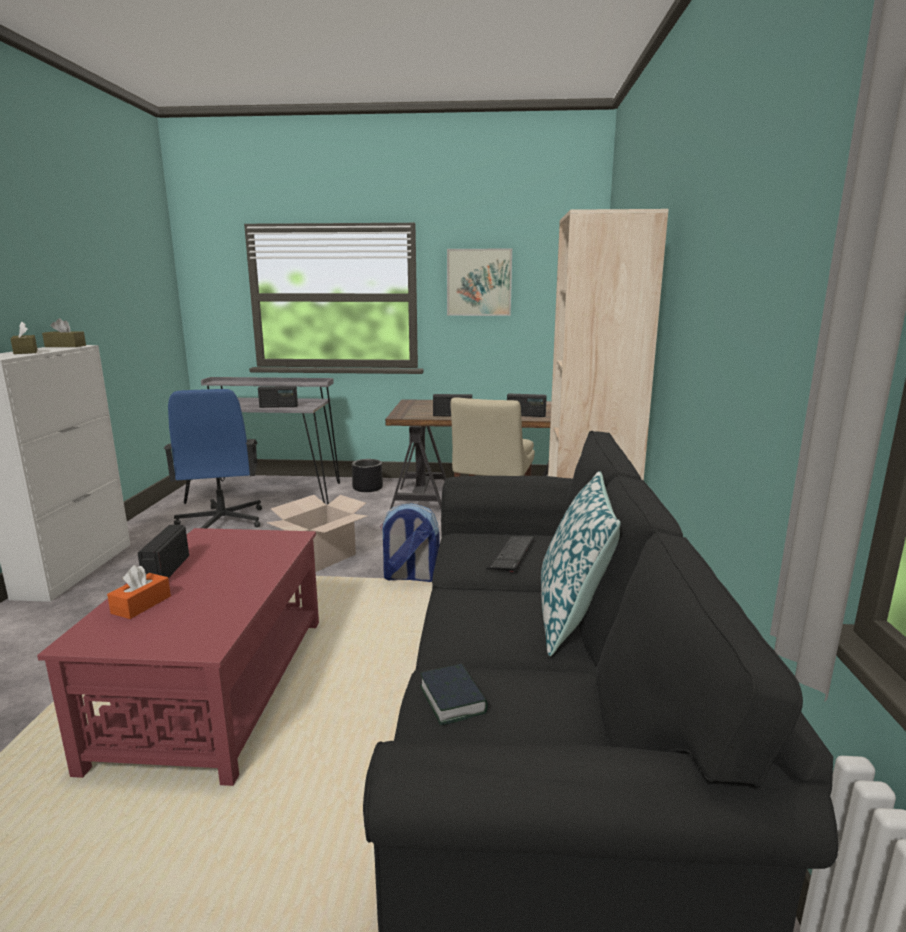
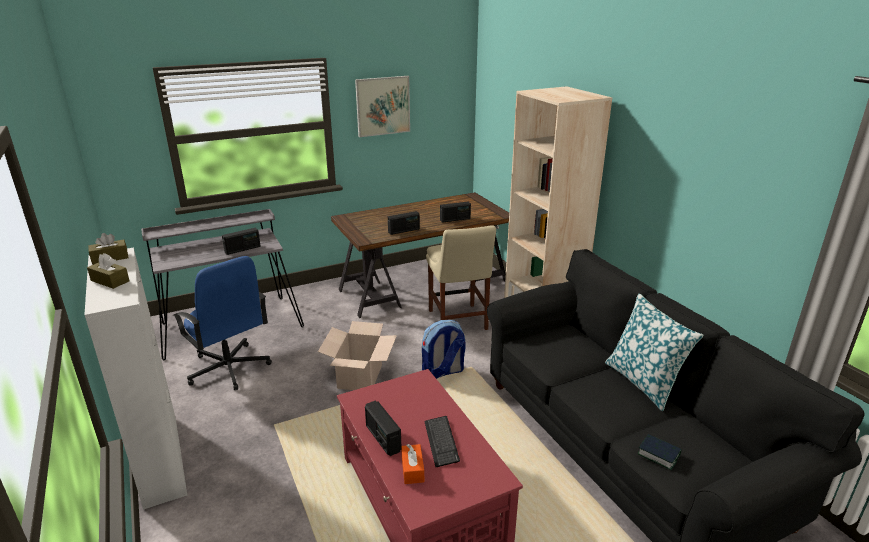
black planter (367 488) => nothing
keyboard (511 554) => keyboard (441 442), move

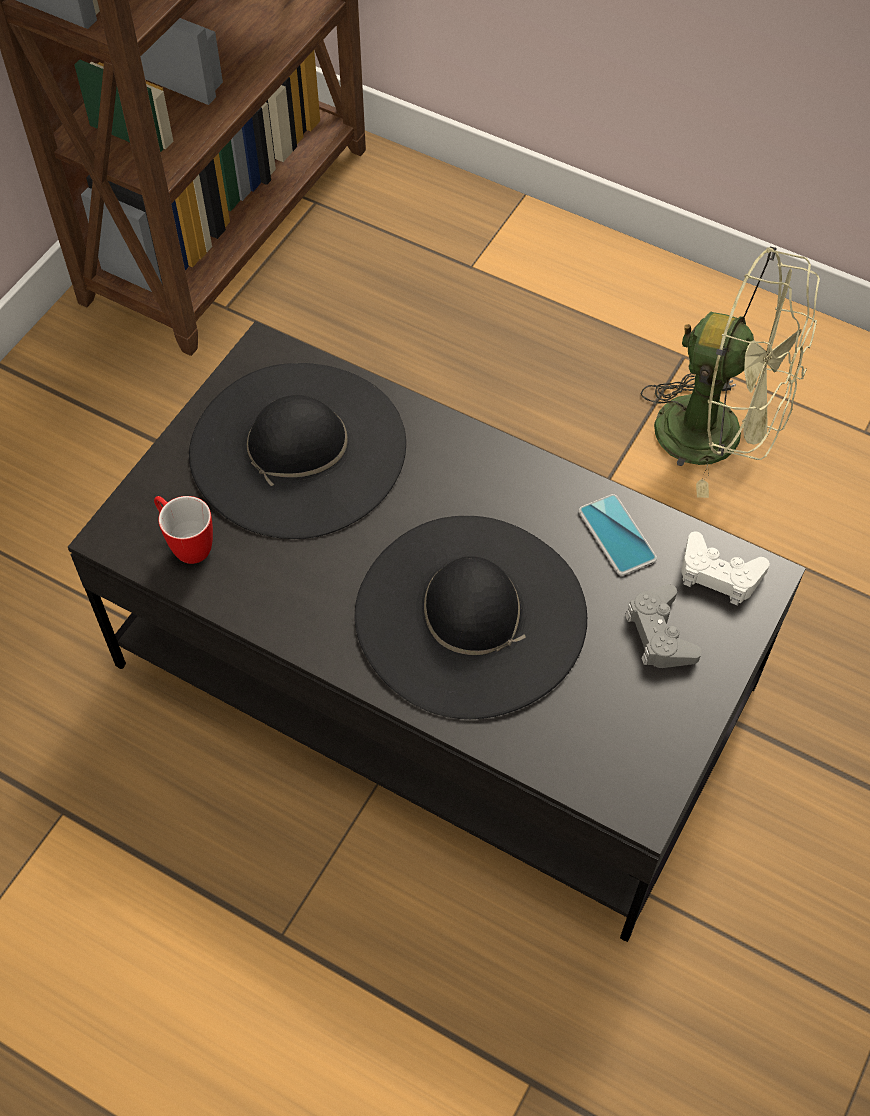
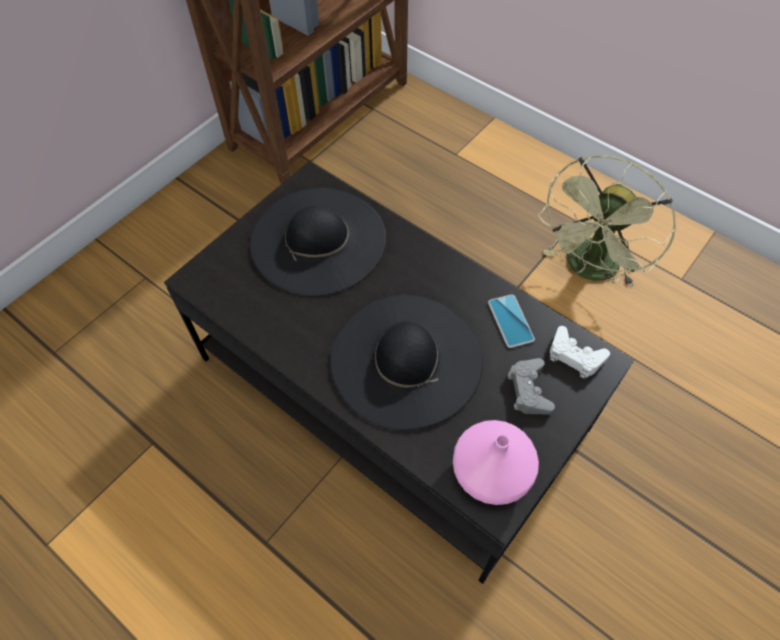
green fan (719 436) => green fan (589 270), 90 degrees clockwise
mug (186 544) => nothing
nothing => pink vase (492 473)

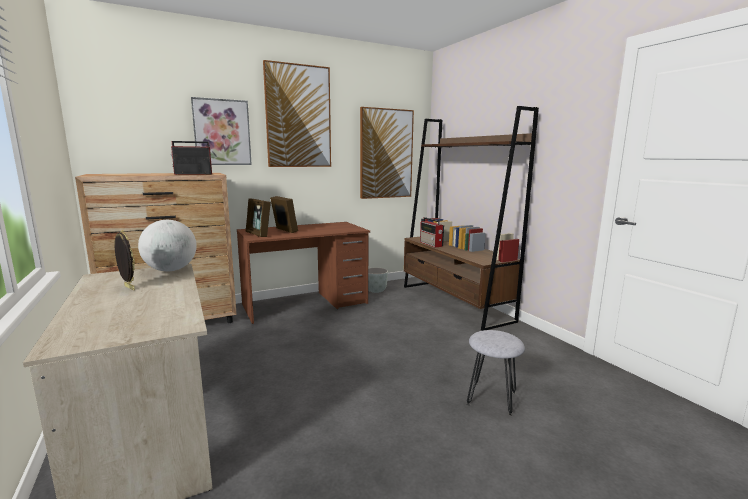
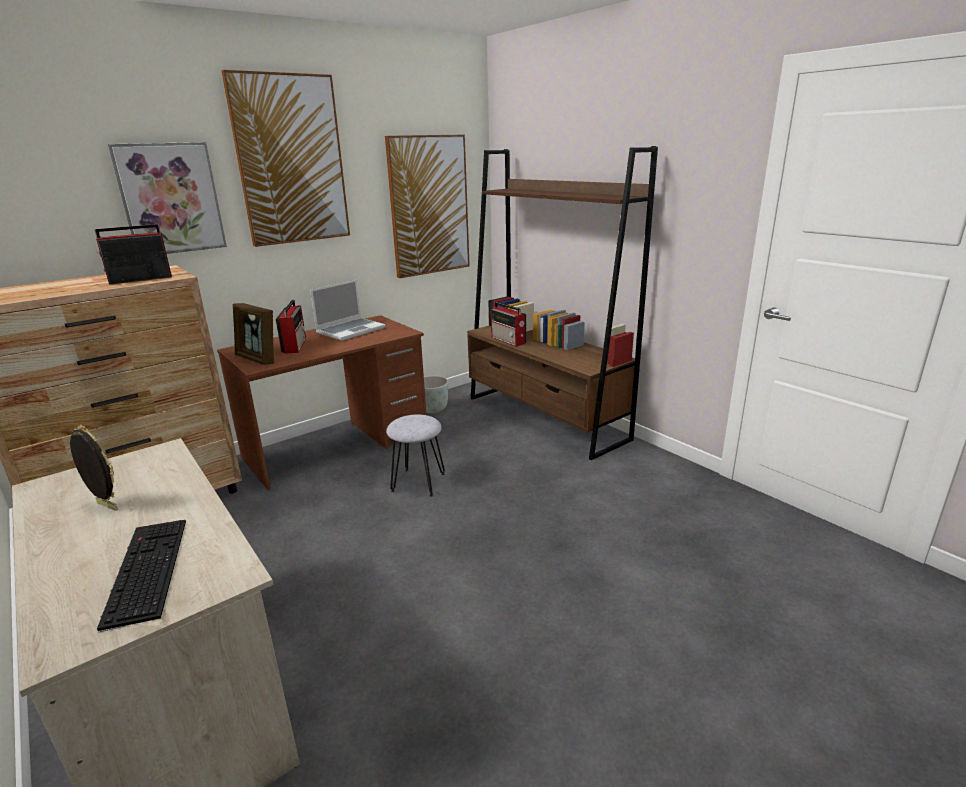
picture frame (284 230) => radio (295 345)
globe (171 270) => nothing
grey stool (491 398) => grey stool (418 482), move
nothing => laptop (351 330)
nothing => keyboard (145 569)

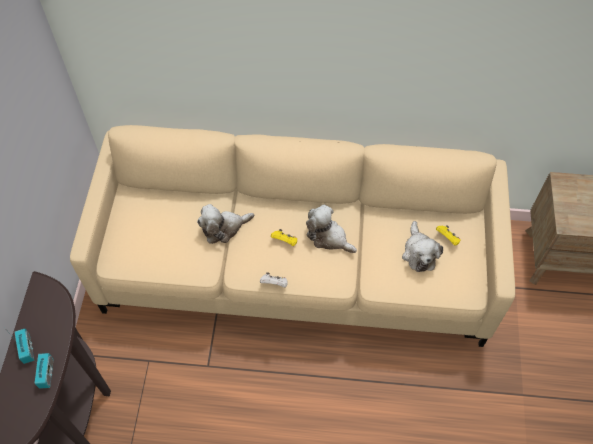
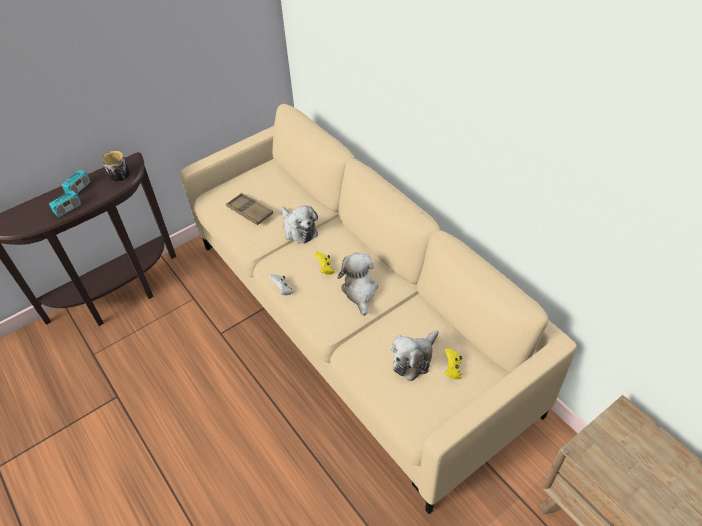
plush toy (224 228) => plush toy (299 229), 150 degrees counterclockwise
nothing => mug (120 176)
nothing => brown tray (250 211)

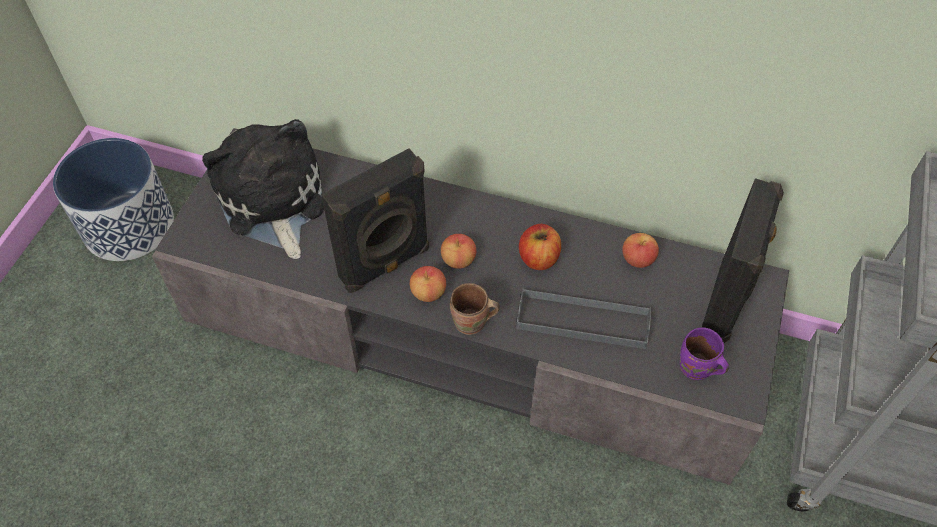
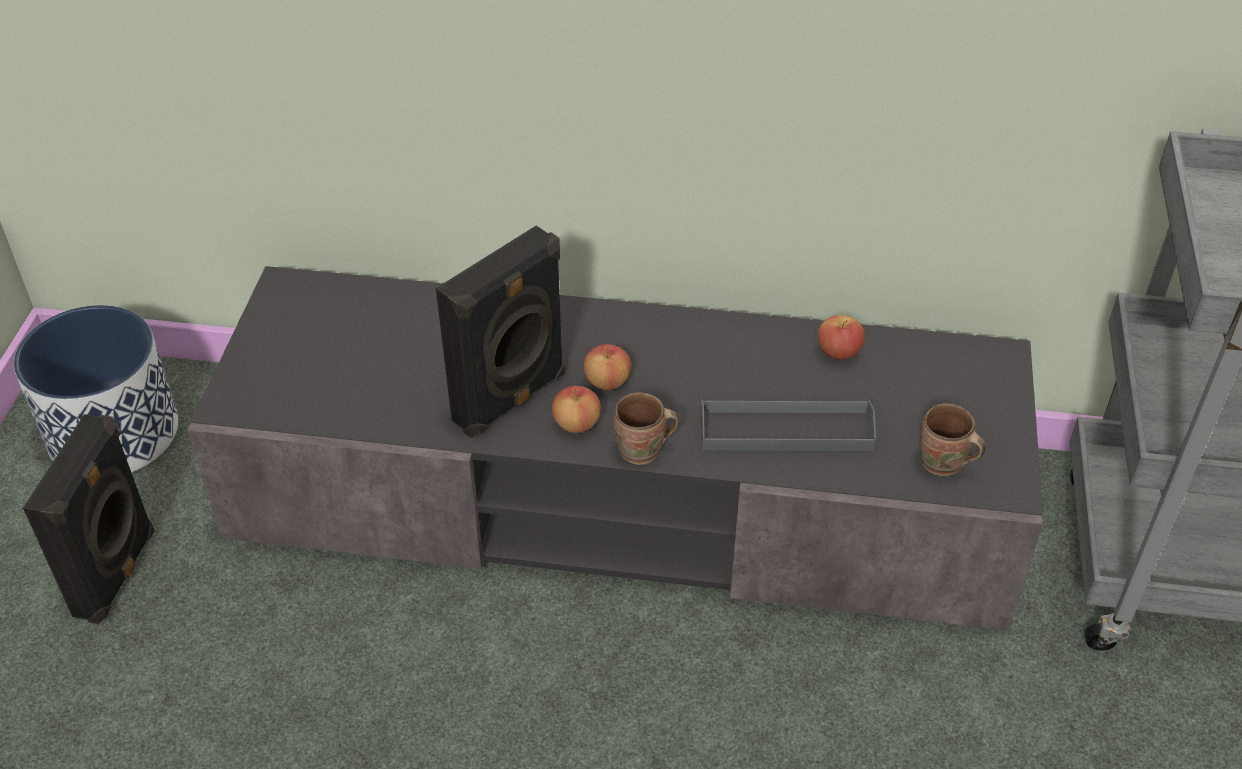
plush toy (272 202) => nothing
black speaker (725 303) => black speaker (118 573), move
apple (538 258) => nothing
purple mug (696 369) => brown mug (943 465)

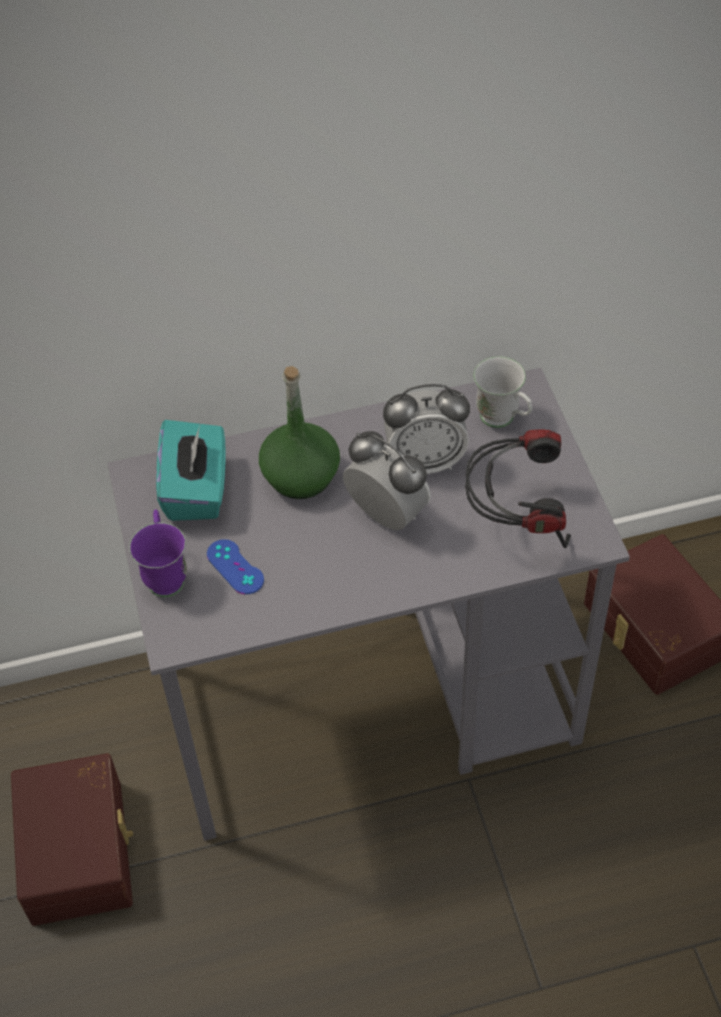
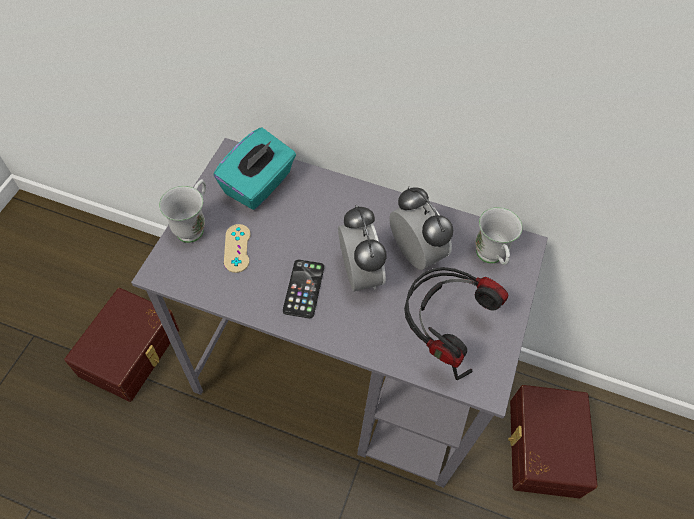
green bottle (301 476) => nothing
alarm clock (425 461) => alarm clock (415 254), 150 degrees counterclockwise
purple mug (165 574) => white mug (194 226)
blue game controller (235 567) => beige game controller (237 248)
nothing => phone (304 289)

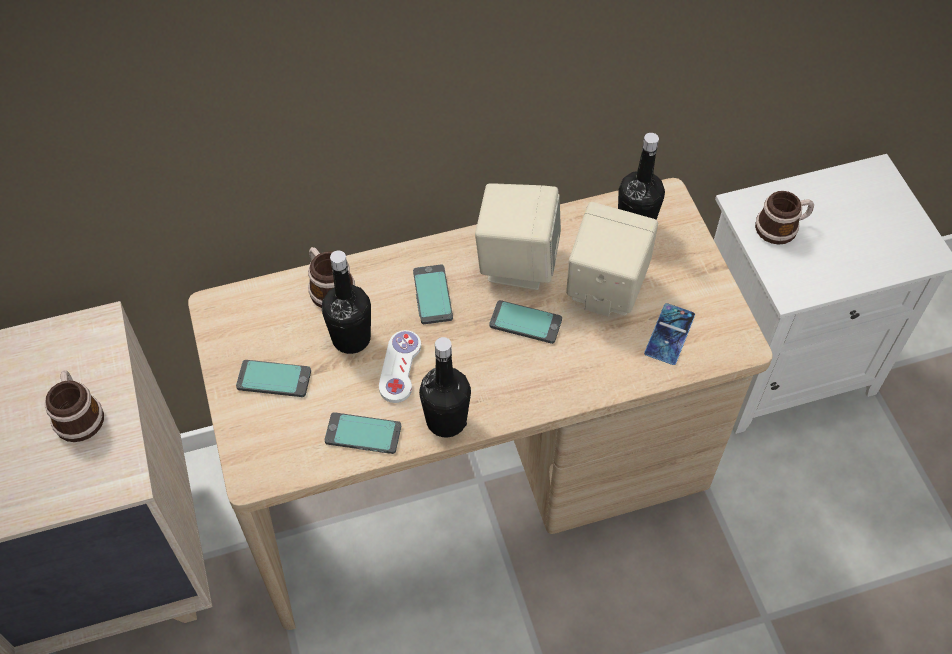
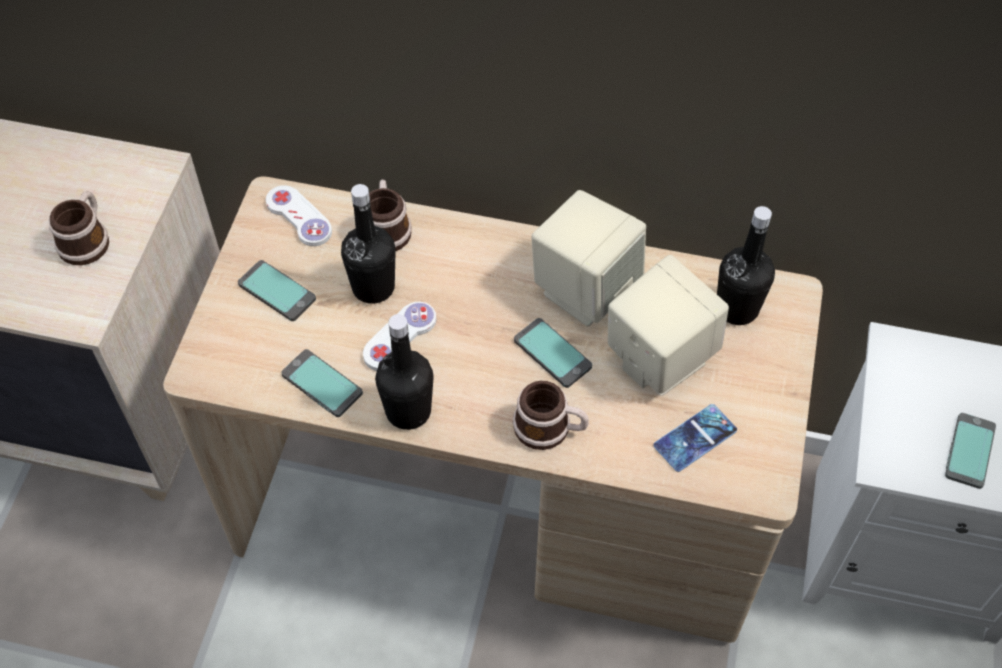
mug (781 227) => mug (550 428), move
phone (432 295) => phone (969 451), move
nothing => white game controller (299 217)

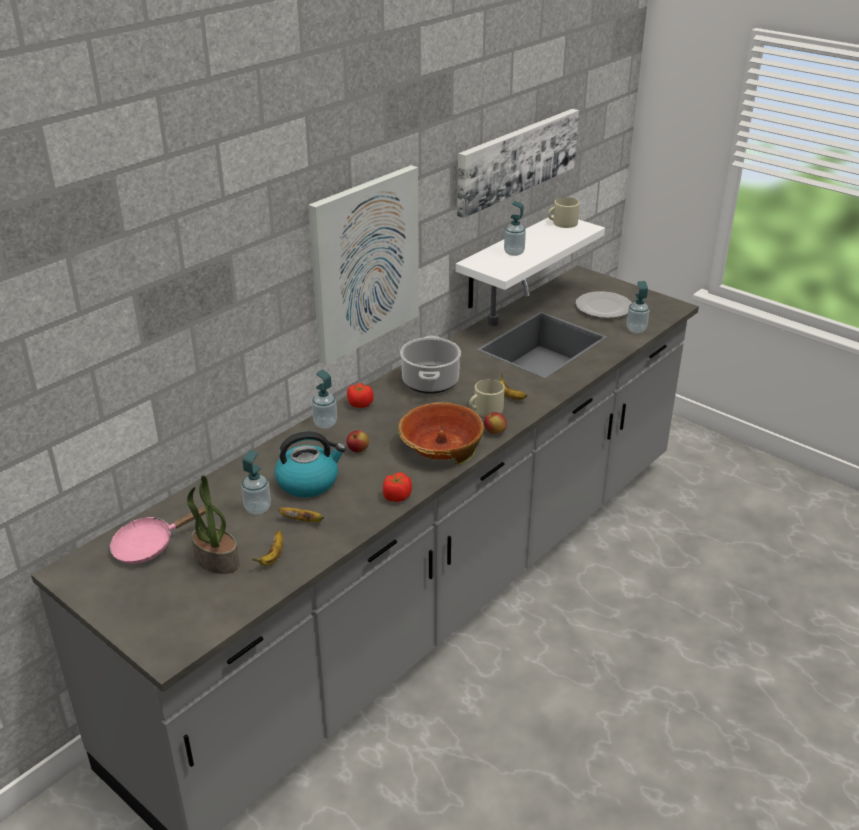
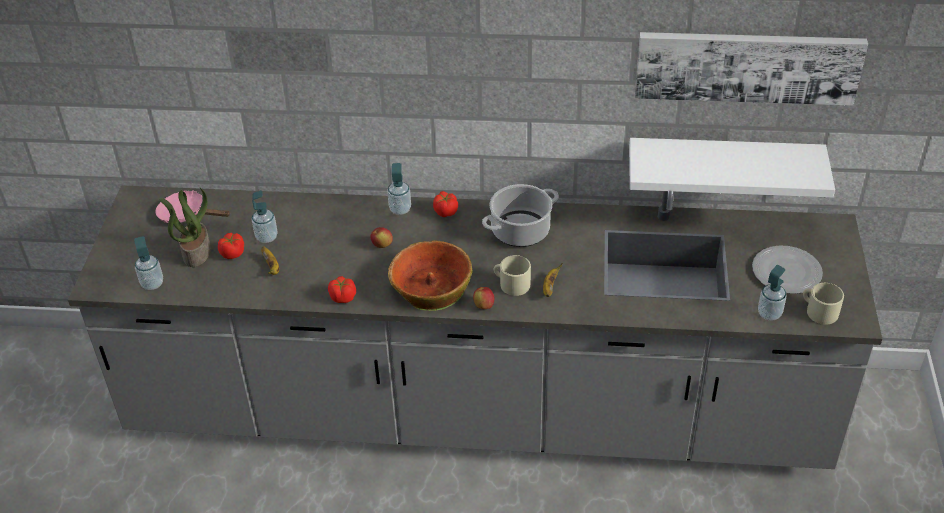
picture (364 263) => nothing
beige mug (562 223) => beige mug (818 311), move
soap dispenser (514 252) => soap dispenser (152 284), move
kettle (309 482) => nothing
banana (272 557) => nothing
nothing => tomato (233 253)

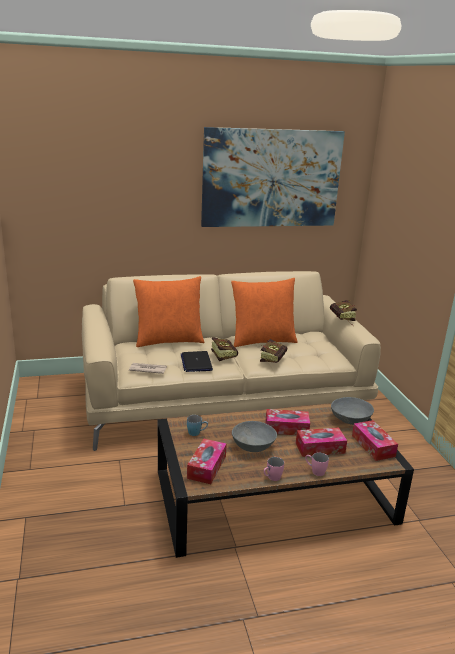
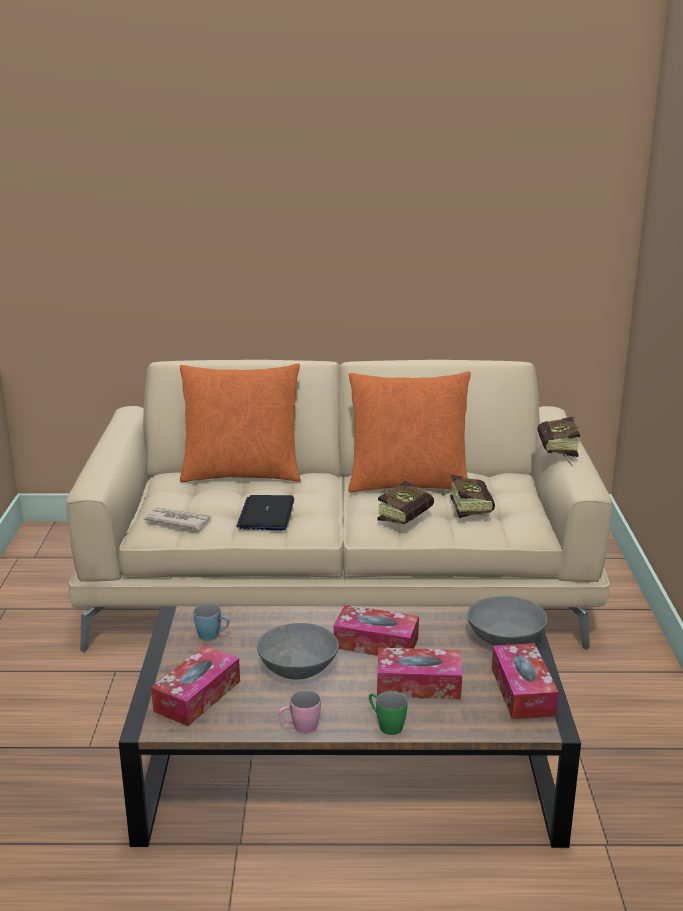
picture (271 178) => nothing
book (222 355) => book (469 508), move
pink mug (315 471) => green mug (386 725)

